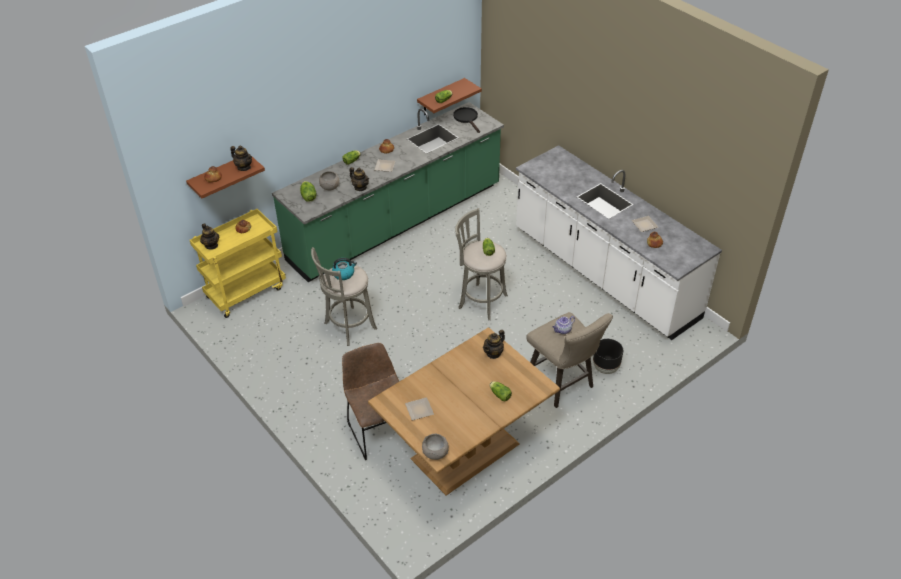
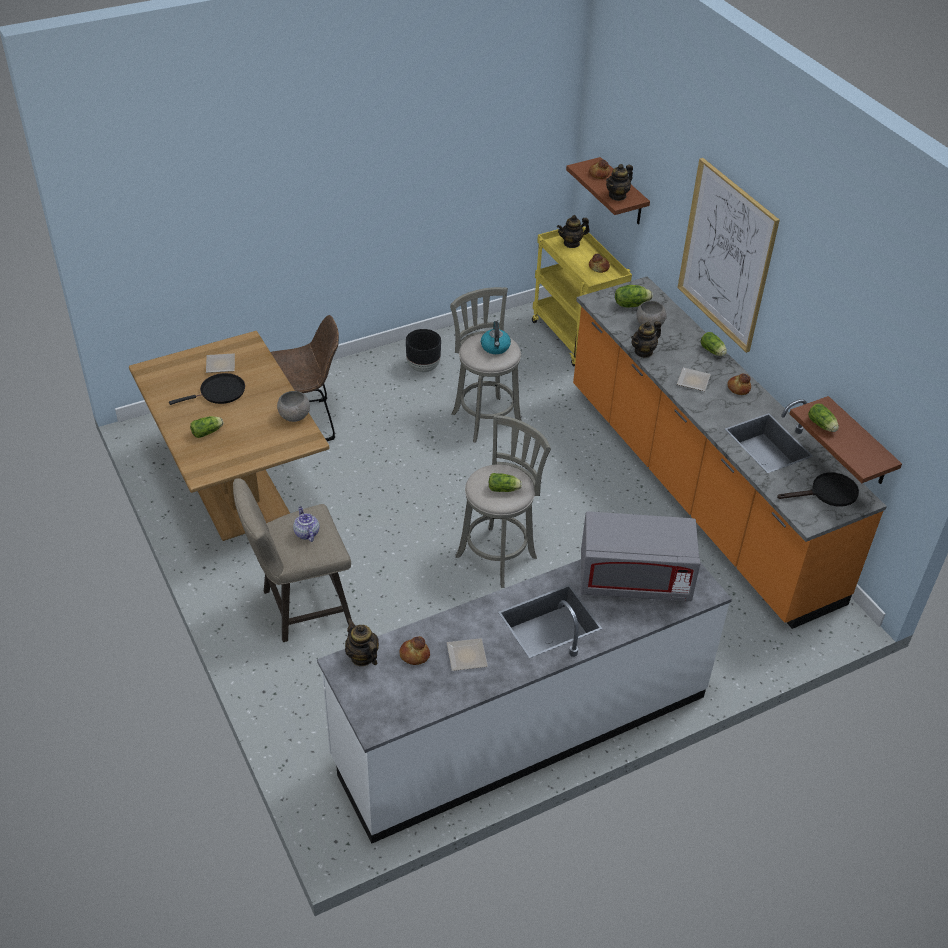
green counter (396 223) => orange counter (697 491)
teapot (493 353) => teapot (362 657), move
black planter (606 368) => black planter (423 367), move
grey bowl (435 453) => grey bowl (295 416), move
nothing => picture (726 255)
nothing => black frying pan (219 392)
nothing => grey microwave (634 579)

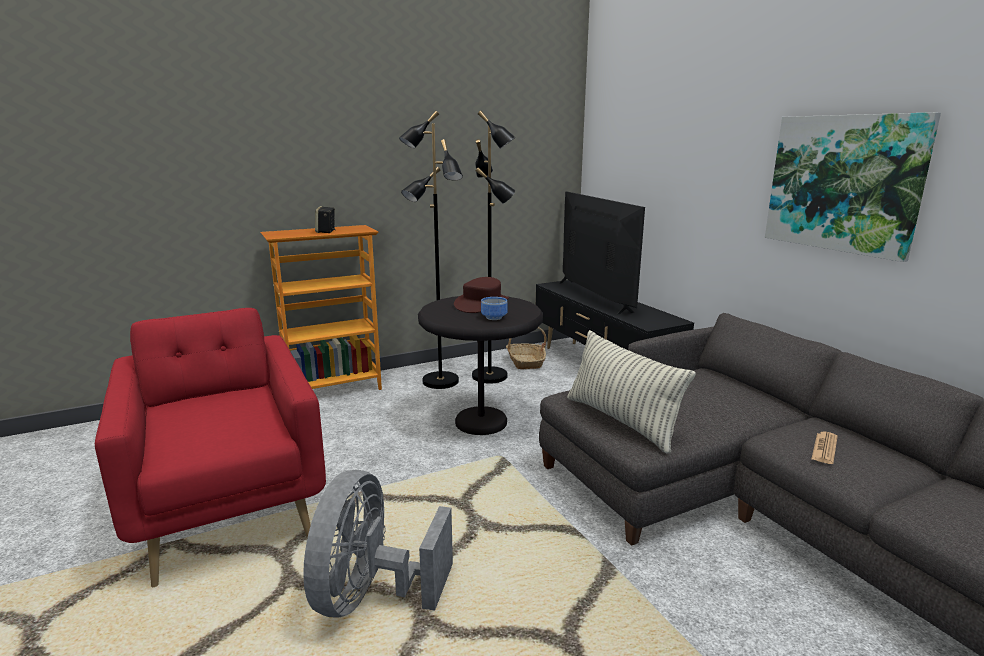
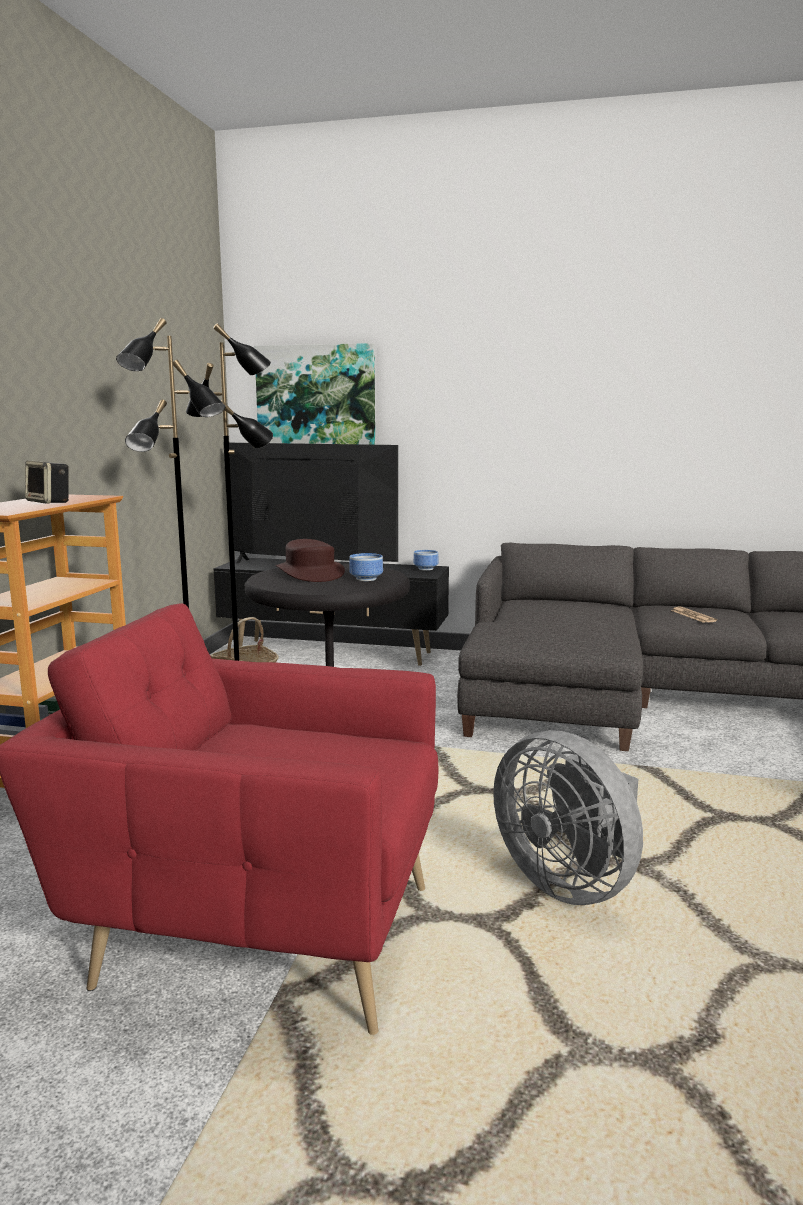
picture (843 183) => picture (316 399), move
pillow (621 421) => nothing
nothing => bowl (426 568)

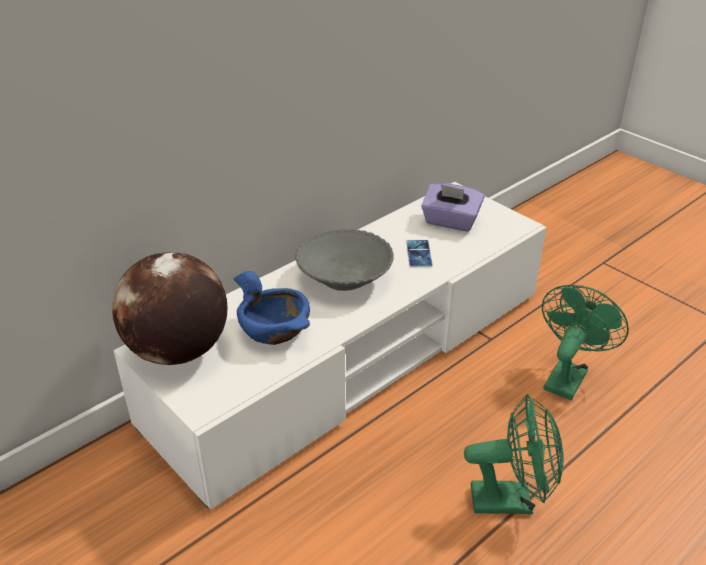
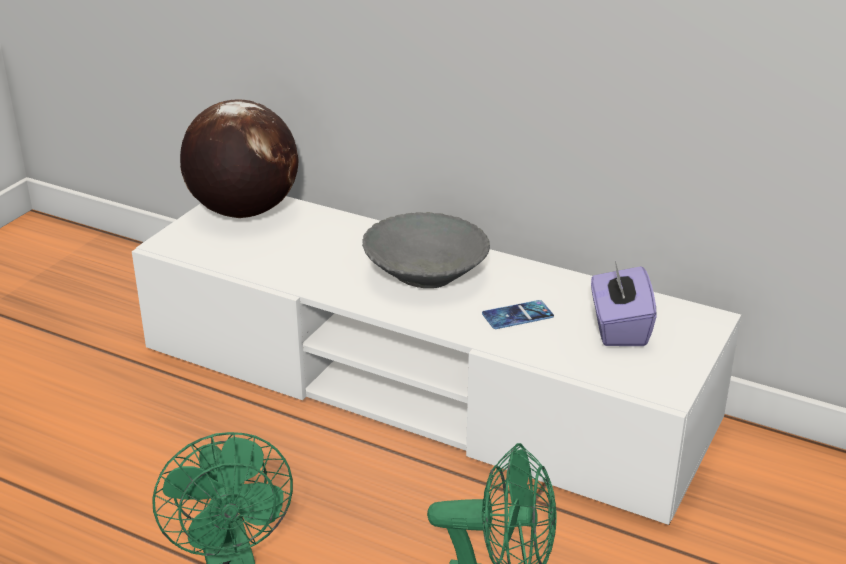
blue bowl (274 329) => nothing

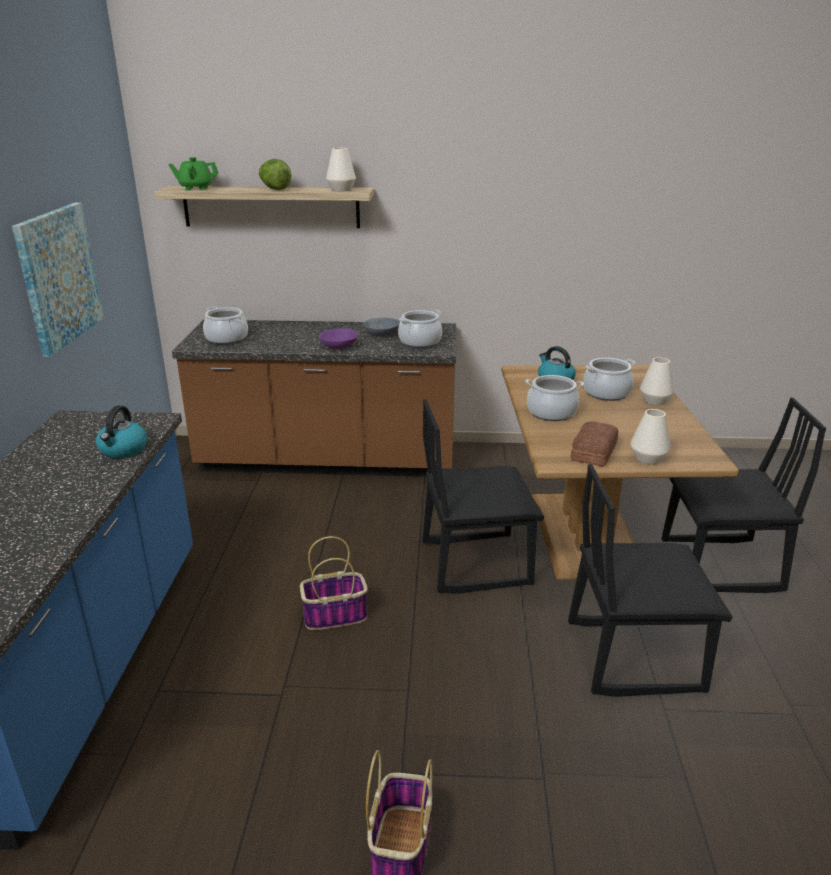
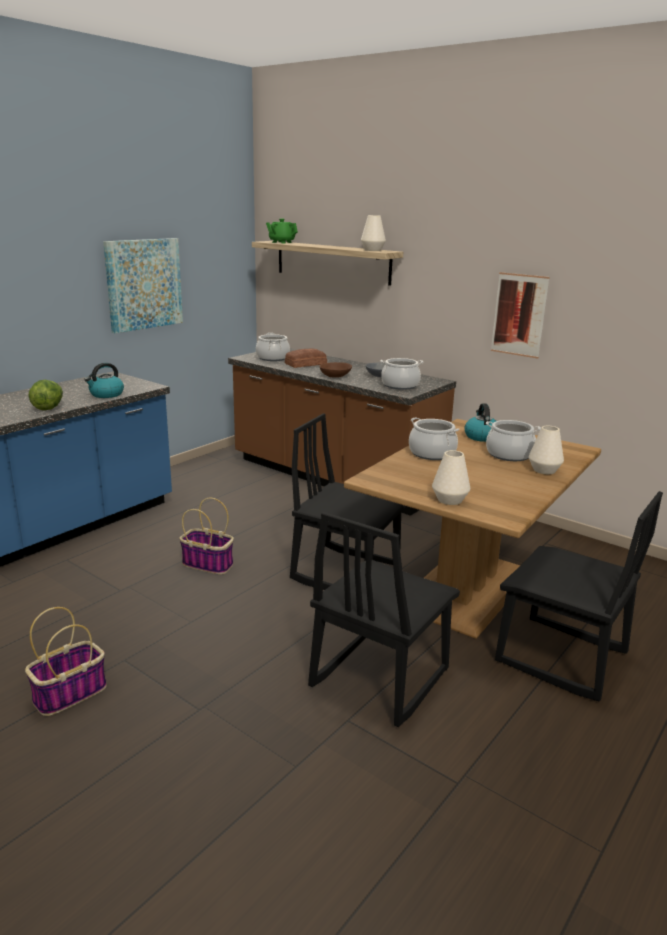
lettuce (274 189) => lettuce (48 407), move
purple bowl (339 347) => brown bowl (335 376)
bread (592 451) => bread (305 364), move
black chair (633 655) => black chair (378 677), 90 degrees counterclockwise
nothing => picture (519 315)

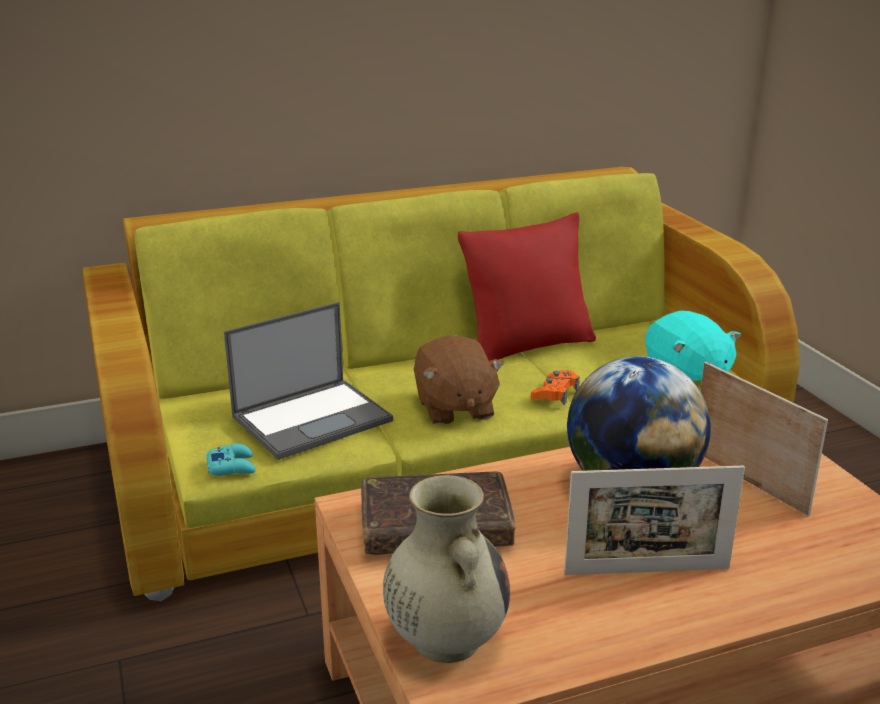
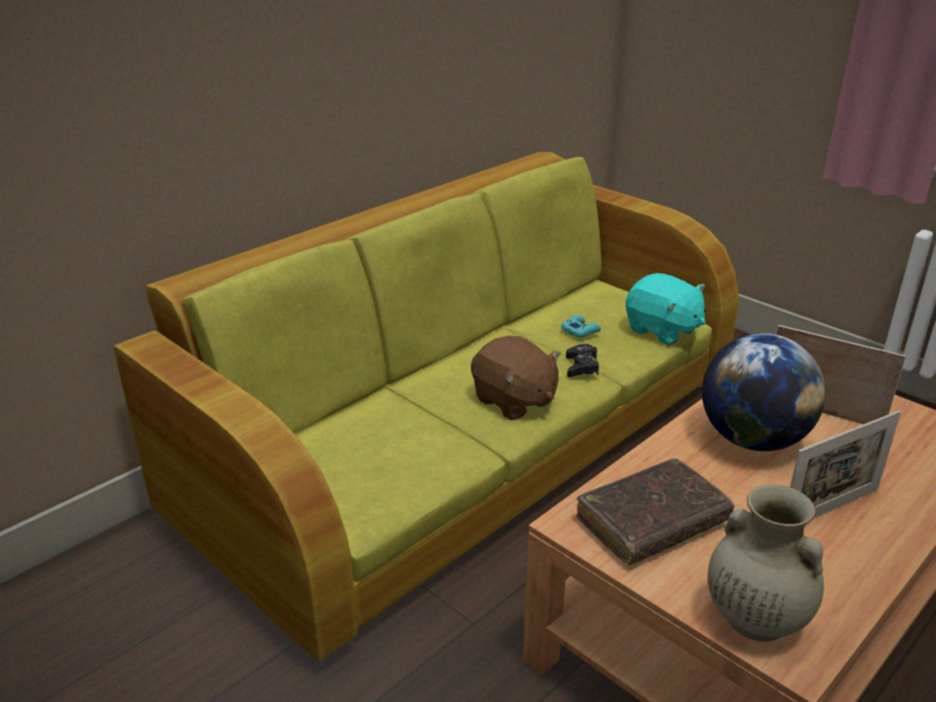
red pillow (527 347) => nothing
laptop (313 418) => nothing
orange game controller (555 393) => black game controller (581 367)
turquoise game controller (232 466) => turquoise game controller (580 331), move

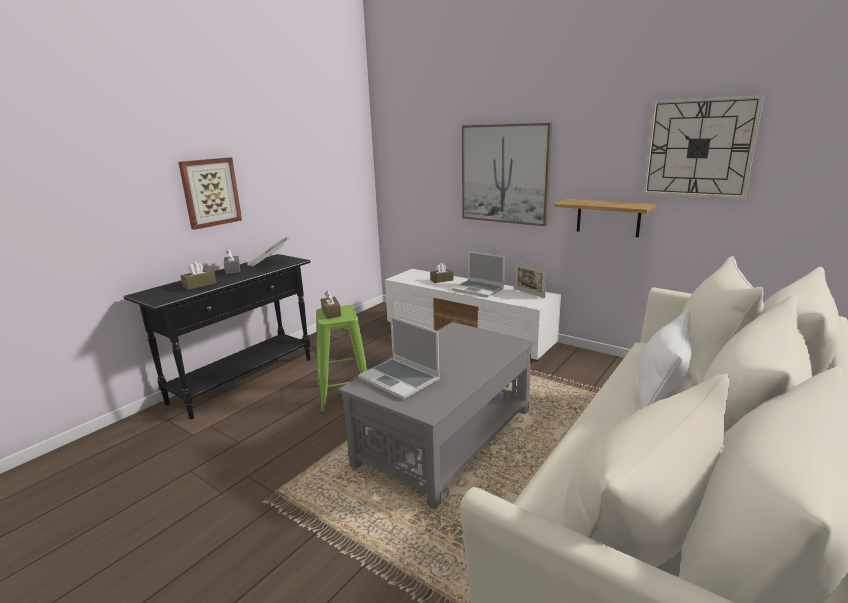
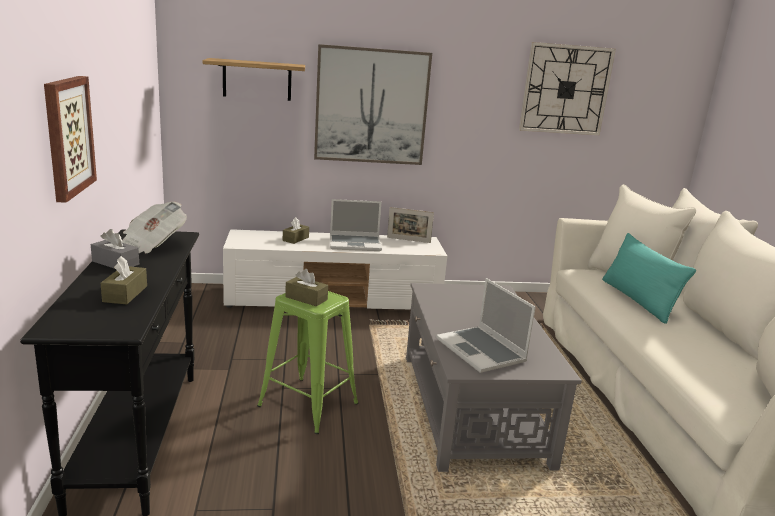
shelf (608 217) => shelf (257 80), move
white pillow (660 386) => turquoise pillow (637 300)
laptop (400 379) => laptop (482 351), 60 degrees clockwise

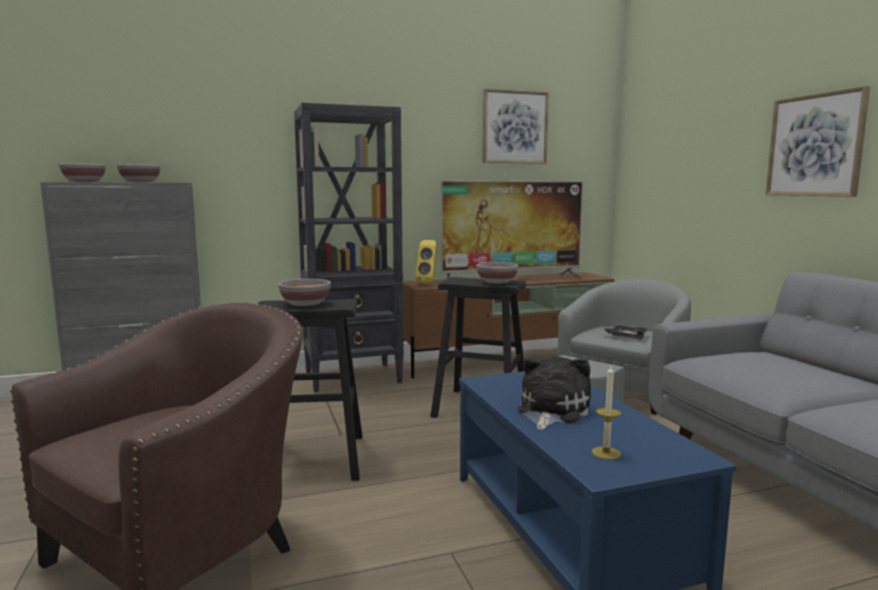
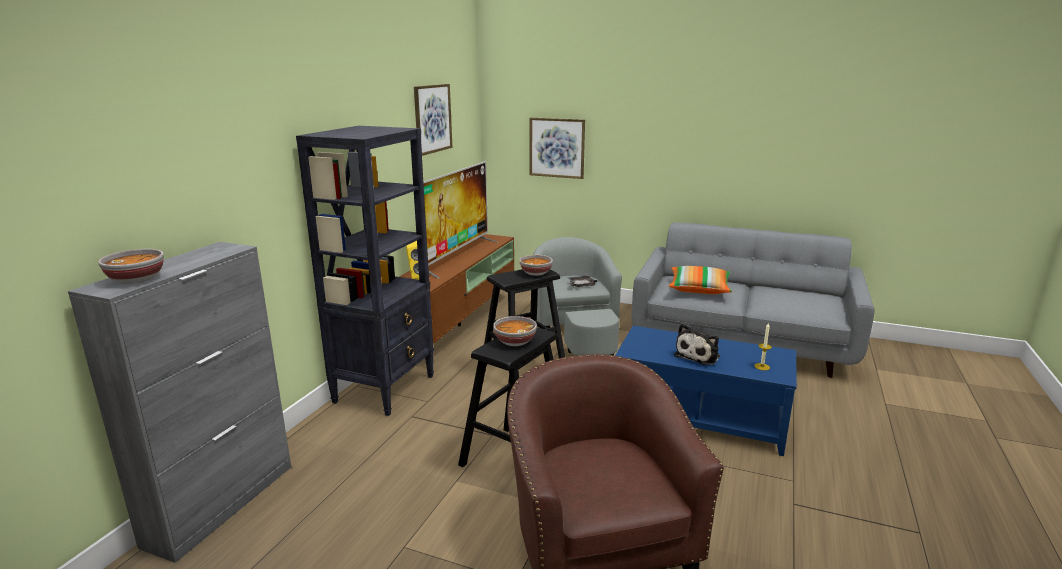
picture (815 145) => picture (557 148), move
bowl (140 182) => nothing
plush toy (551 411) => plush toy (698 355), 120 degrees counterclockwise
nothing => pillow (699 289)

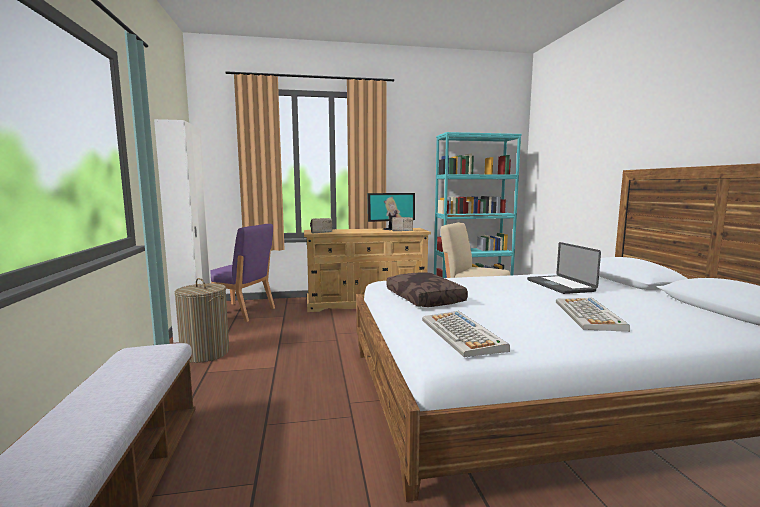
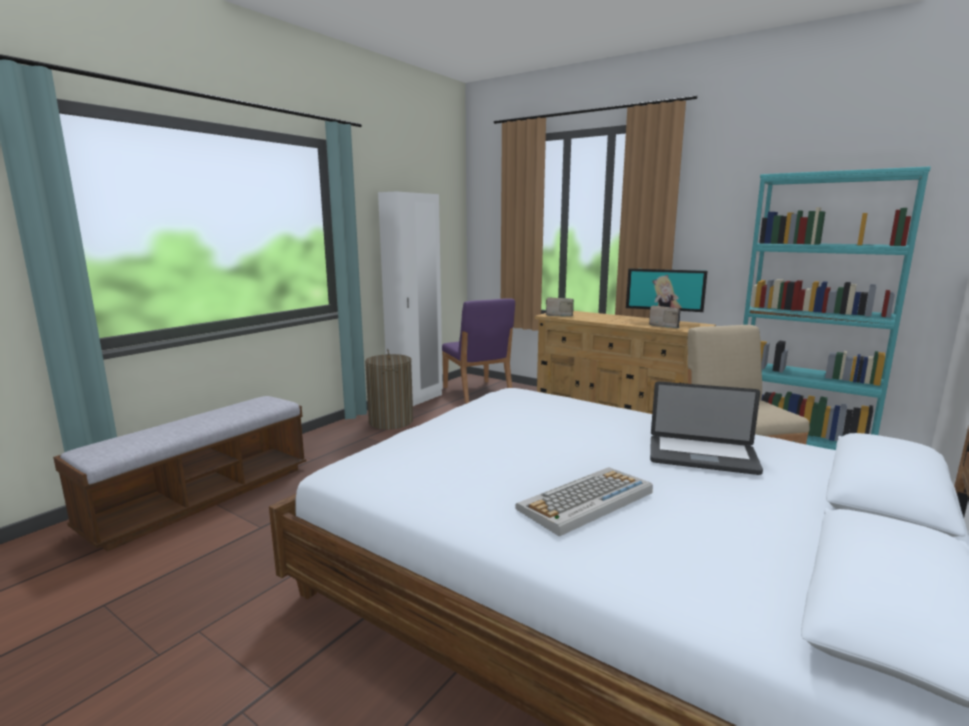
laptop (560 285) => laptop (702 456), 105 degrees counterclockwise
brown pillow (426 299) => nothing
keyboard (462 335) => nothing

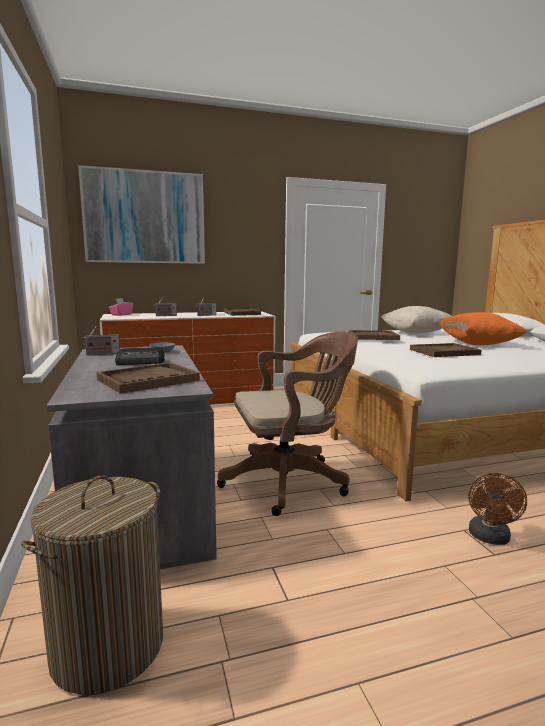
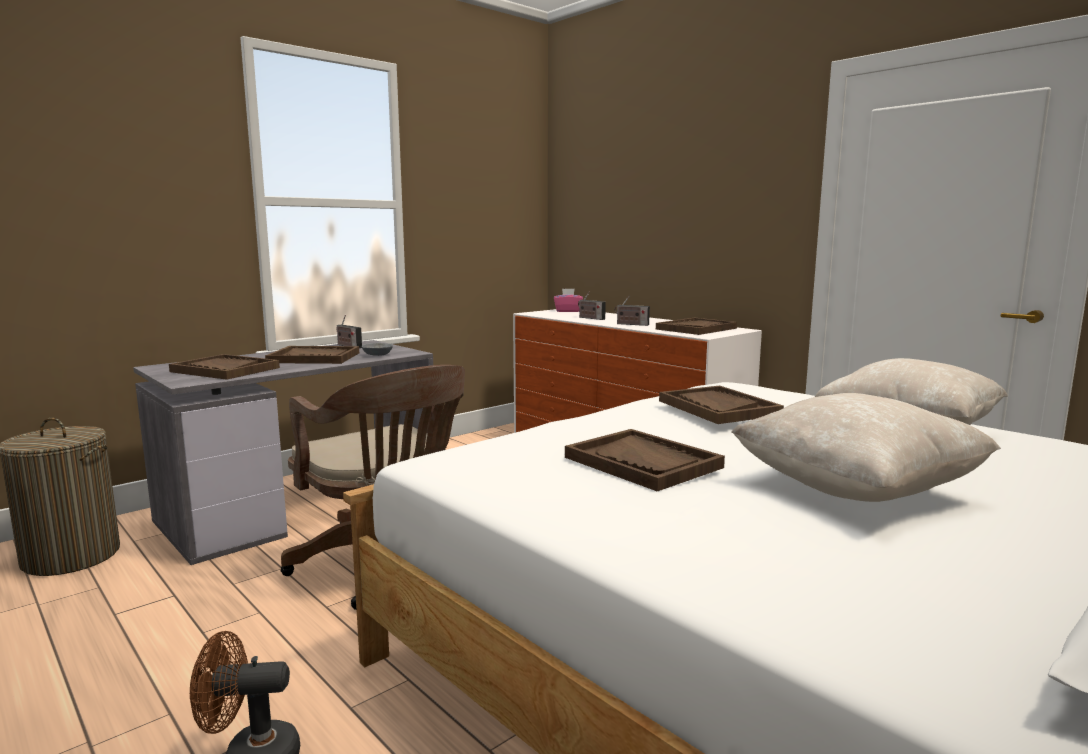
picture (145 218) => nothing
orange pillow (478 344) => beige pillow (855 490)
radio (141 362) => brown tray (314 358)

